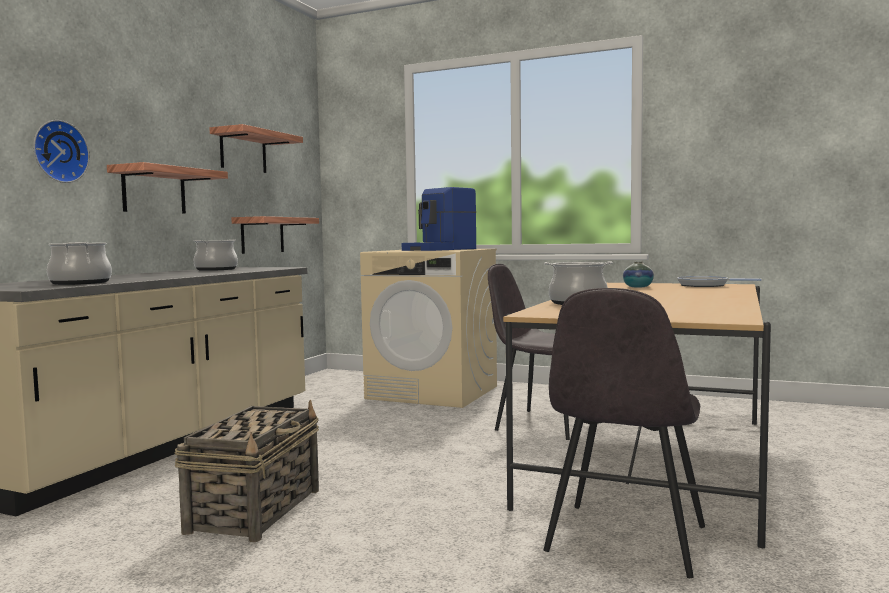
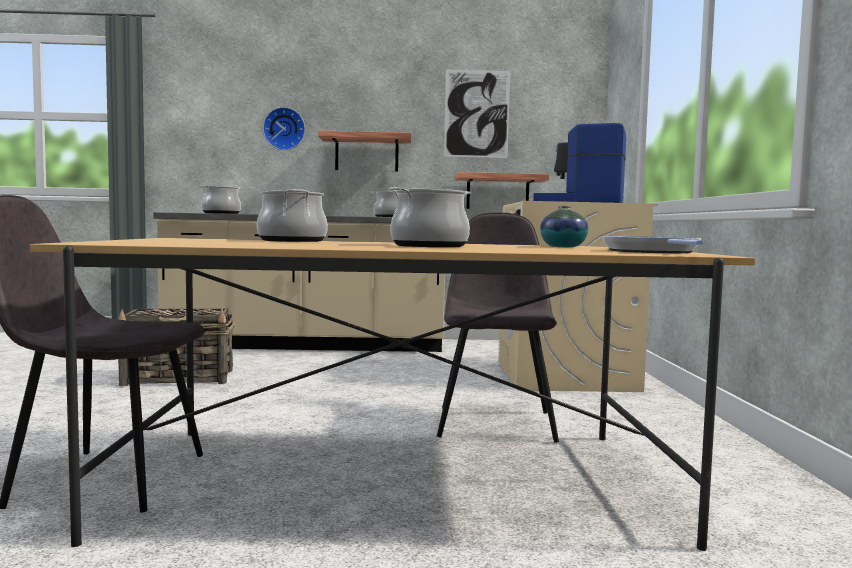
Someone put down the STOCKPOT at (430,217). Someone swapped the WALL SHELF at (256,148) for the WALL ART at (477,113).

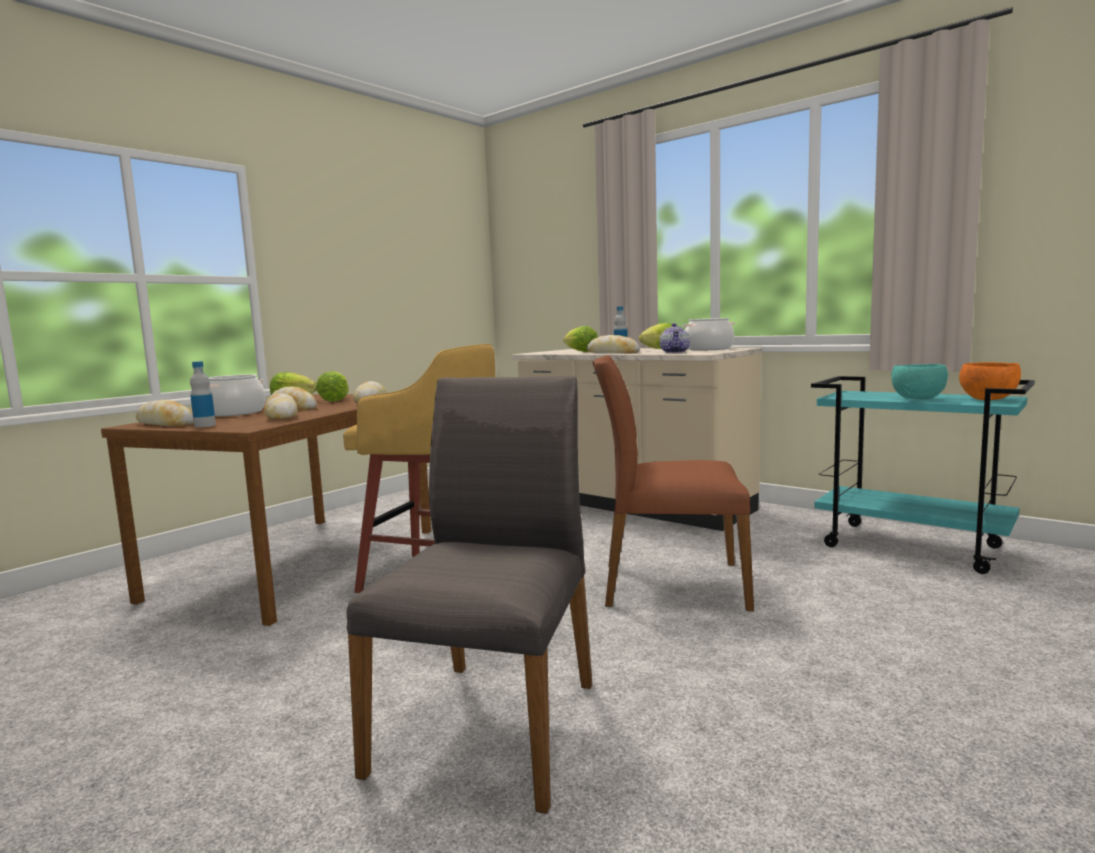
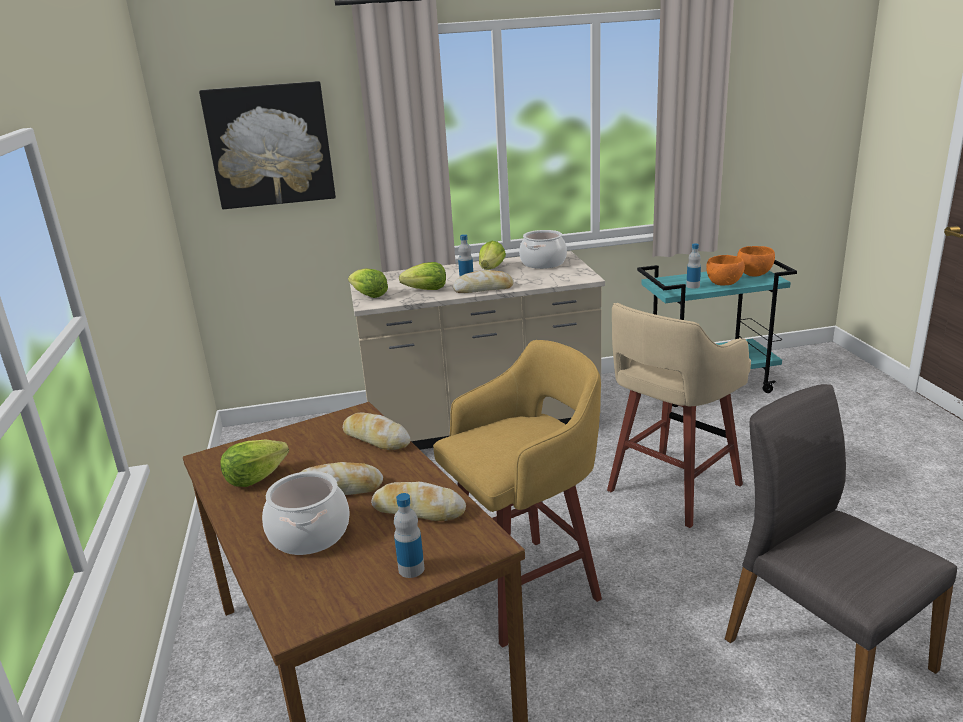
Someone took away the BREAD at (165,413). Someone took away the POT FOR TEA at (675,338). Someone put up the WALL ART at (267,145). Someone put down the BOTTLE at (693,266). Someone carried the LETTUCE HEAD from (332,386) to (368,283). Someone swapped the BROWN-COLOURED CHAIR at (673,483) for the SAND-COLOURED STOOL SEAT at (679,415). Someone repainted the TURQUOISE-COLOURED BOWL at (919,381), which became the ORANGE-COLOURED BOWL at (725,270).

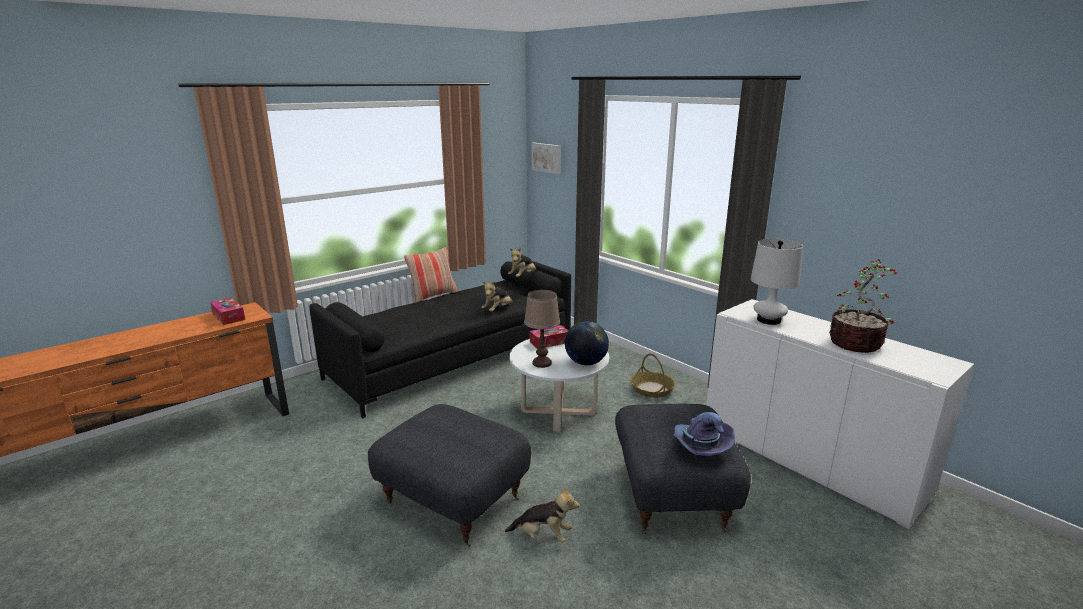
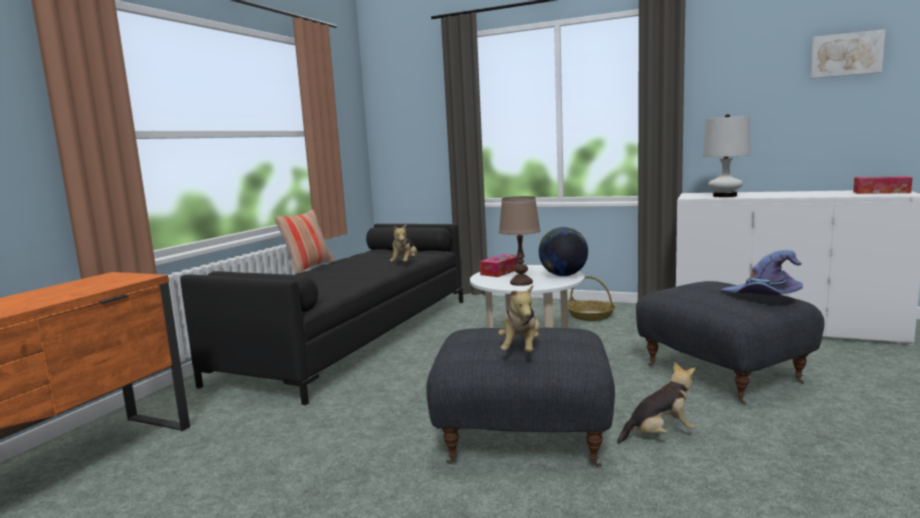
Someone took away the POTTED PLANT at (863,306). Someone carried the BOX OF TISSUES from (227,311) to (882,185). Someone carried the PLUSH TOY from (522,262) to (519,318). Someone carried the WALL ART from (546,158) to (848,53).

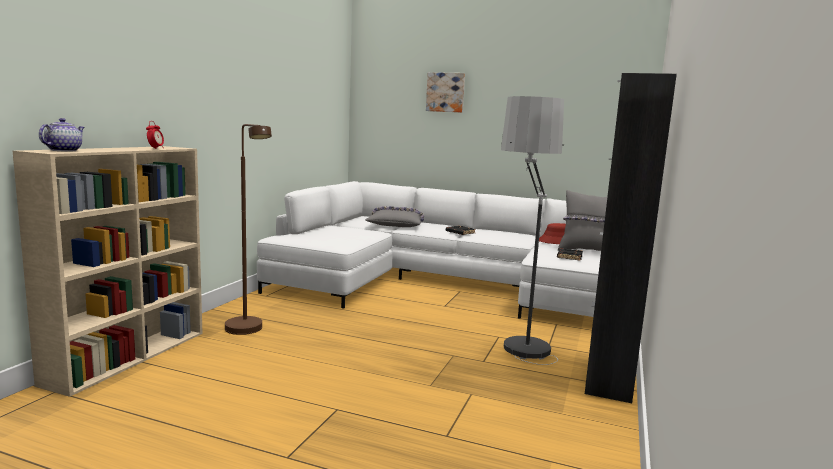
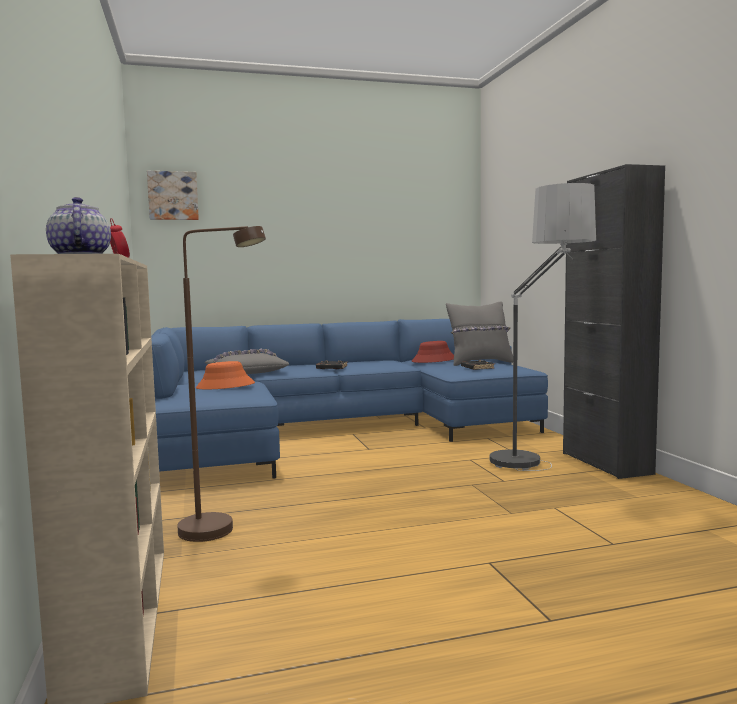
Someone put down the ORANGE-COLOURED WEARABLE HAT at (225,375). Someone carried the WALL ART from (445,92) to (173,195). Someone repainted the WHITE SETTEE at (429,250), which became the BLUE SETTEE at (349,399).

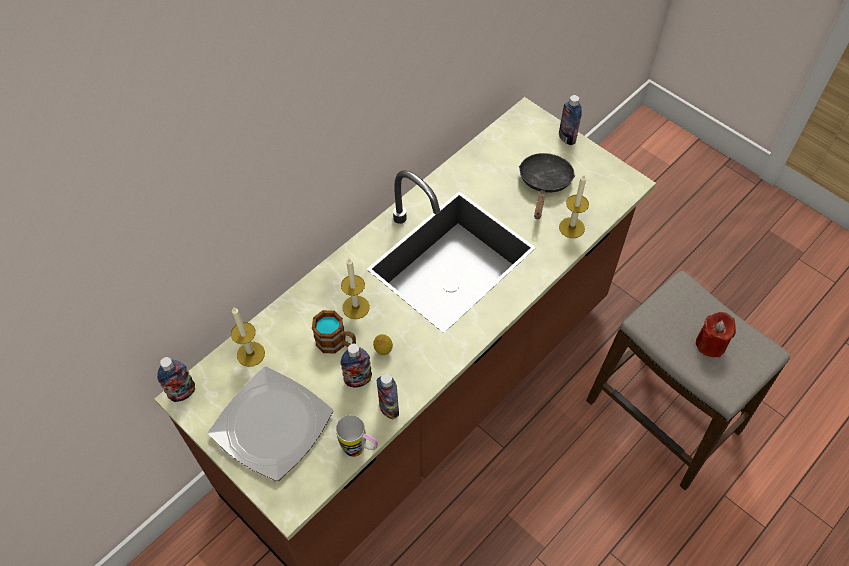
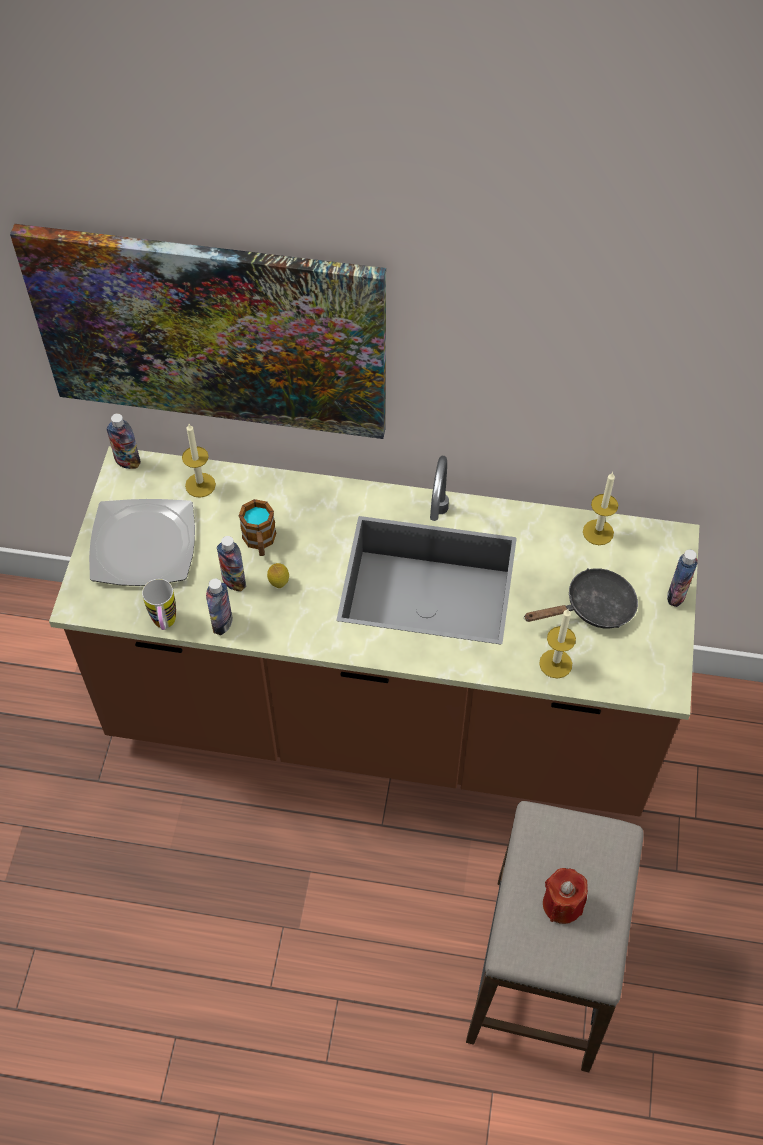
Someone put up the WALL ART at (198,331). Someone carried the WAX CANDLE from (355,288) to (600,508).

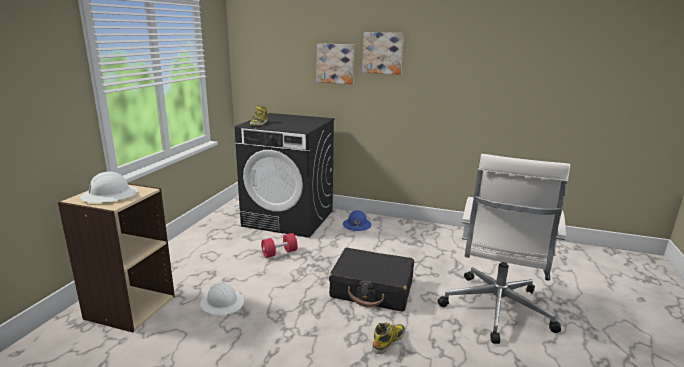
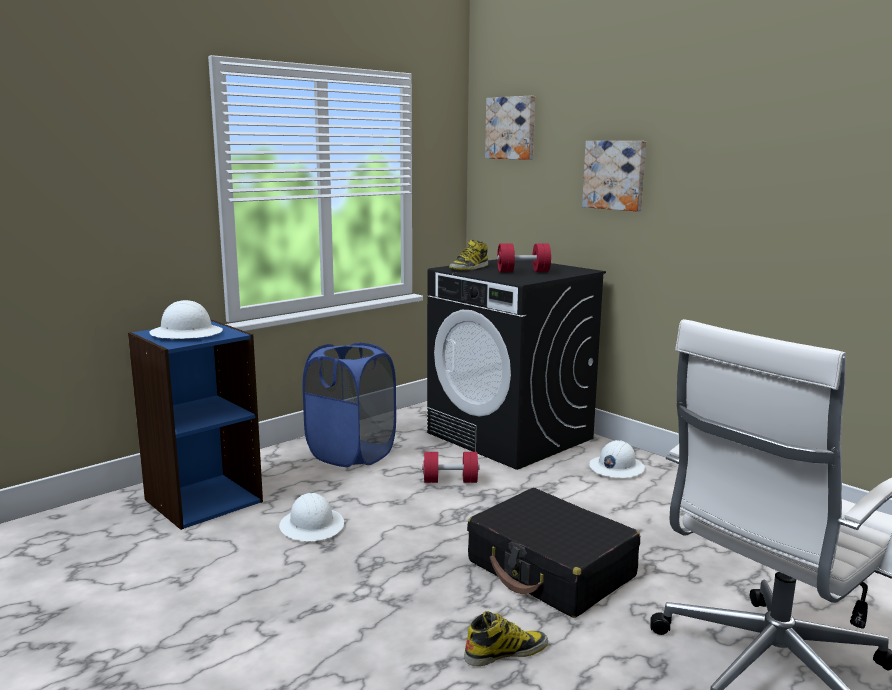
Someone put down the BLUE WASHING BASKET at (349,404). Someone put down the RED-COLOURED HAND WEIGHT at (524,257). Someone carried the WALL ART from (383,53) to (510,128). Someone repainted the SAND-COLOURED BOOKCASE at (116,257), which became the BLUE BOOKCASE at (195,425). Someone repainted the BLUE SAFETY HELMET at (357,220), which became the WHITE SAFETY HELMET at (617,459).

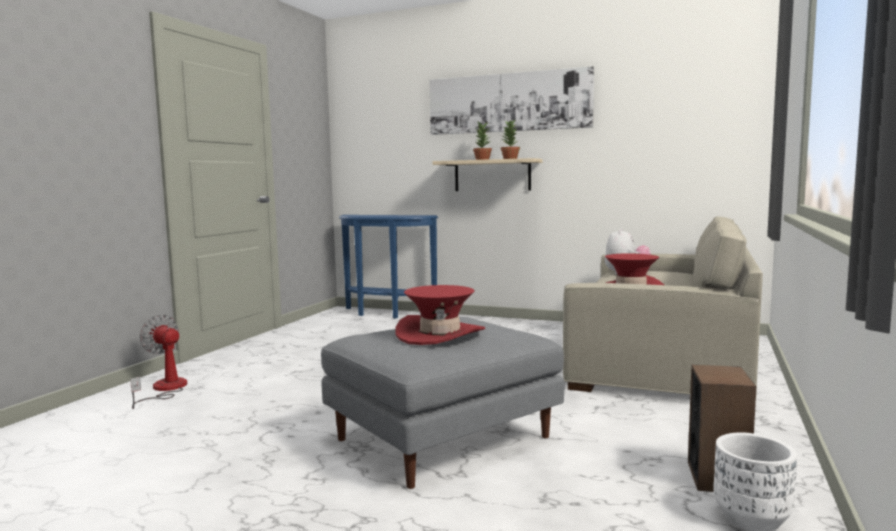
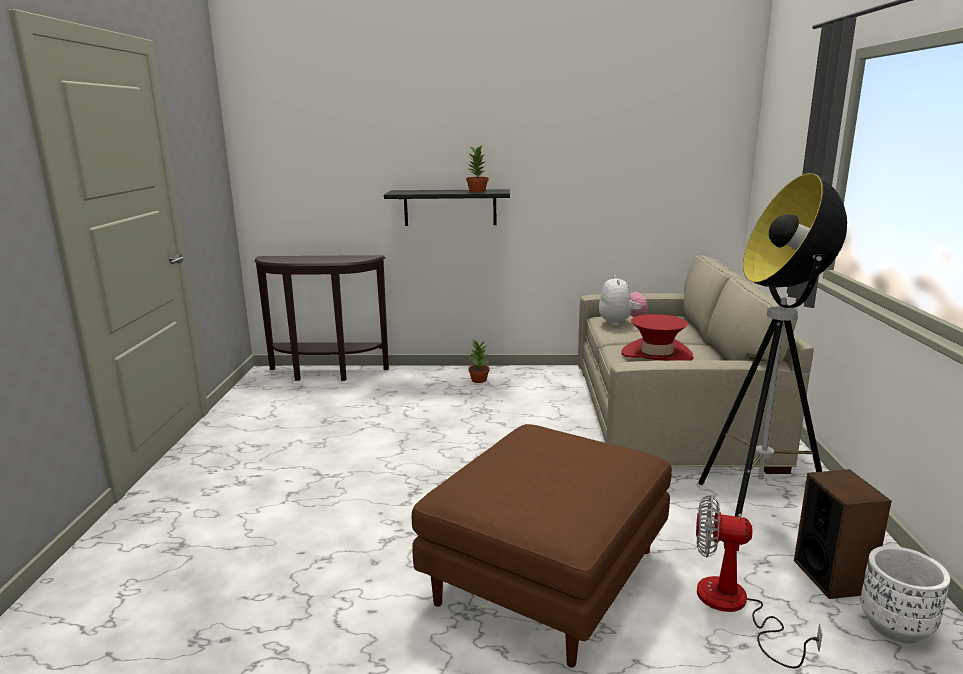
Someone took away the RED-COLOURED WEARABLE HAT at (440,315). Someone took away the WALL ART at (512,100). Someone put down the FLOOR LAMP at (772,345). Someone carried the ELECTRIC FAN from (158,361) to (759,581). Someone carried the POTTED PLANT from (482,140) to (478,361). Someone repainted the GRAY OTTOMAN at (442,403), which became the BROWN-COLOURED OTTOMAN at (542,545). Someone repainted the BLUE CONSOLE TABLE at (388,266), which became the BROWN-COLOURED CONSOLE TABLE at (322,318). Someone repainted the SAND-COLOURED WALL SHELF at (487,174), which became the BLACK WALL SHELF at (447,207).

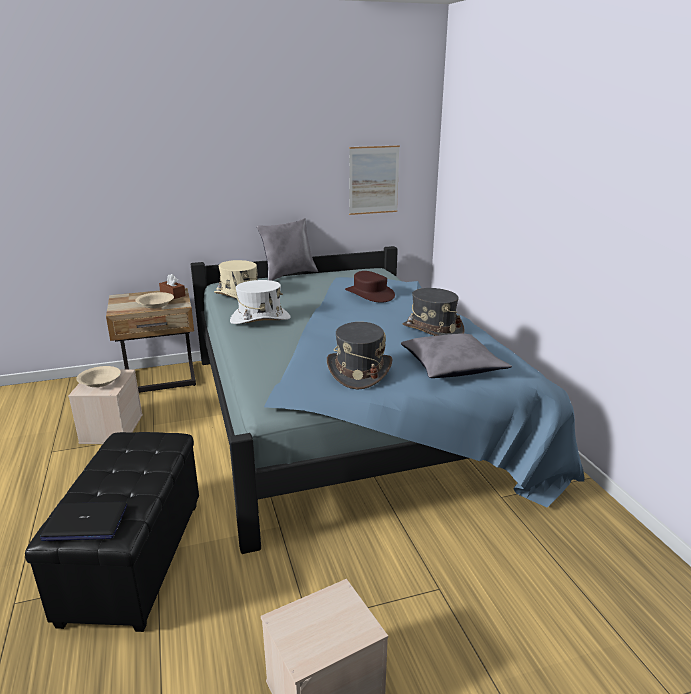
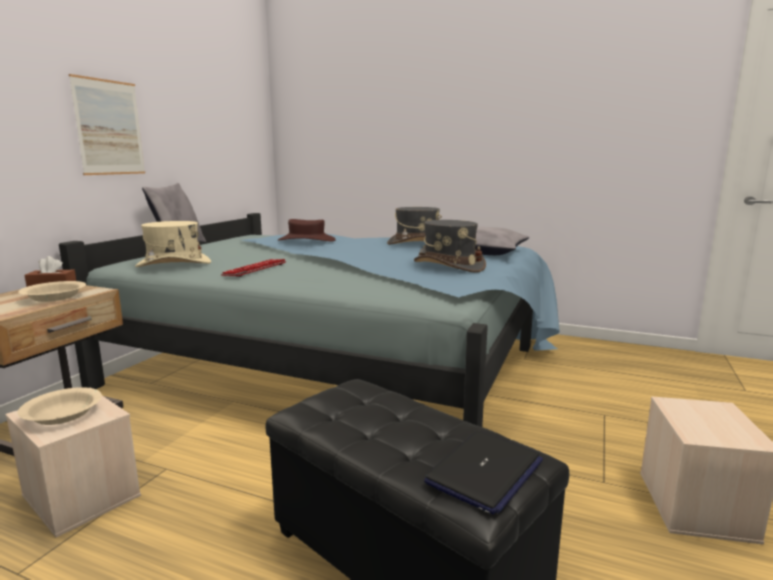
Someone carried the WALL ART from (374,180) to (107,124). Someone swapped the WHITE WEARABLE HAT at (260,302) for the PC KEYBOARD at (253,268).

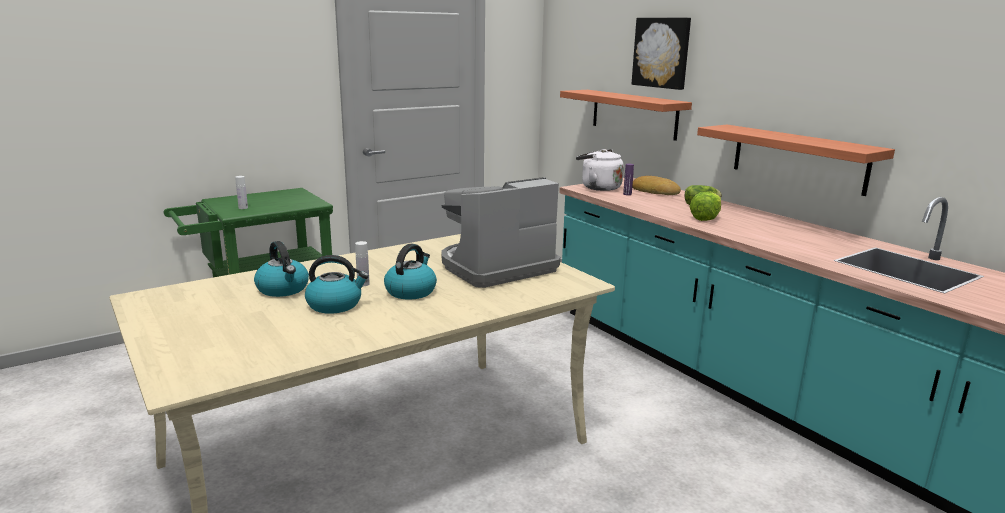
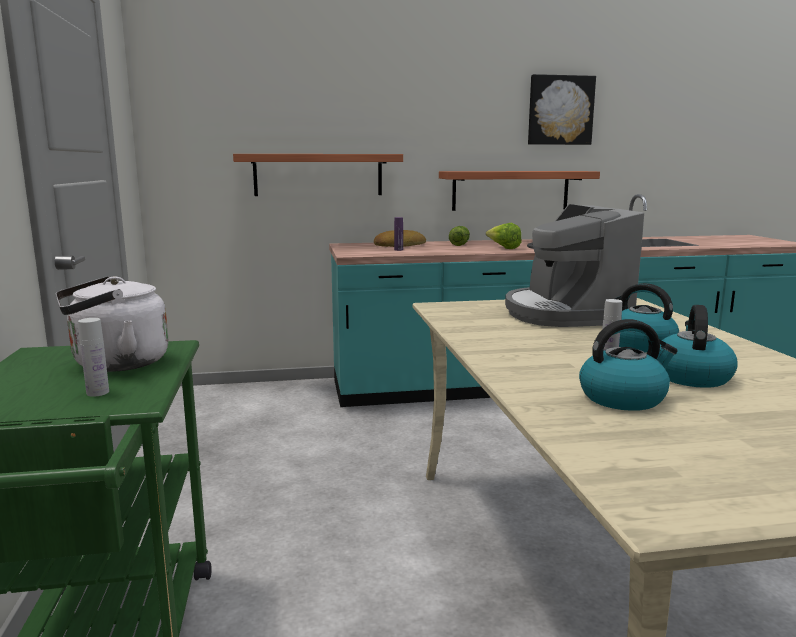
Someone carried the WHITE KETTLE from (600,170) to (111,324). Someone carried the WALL ART from (661,54) to (562,109).

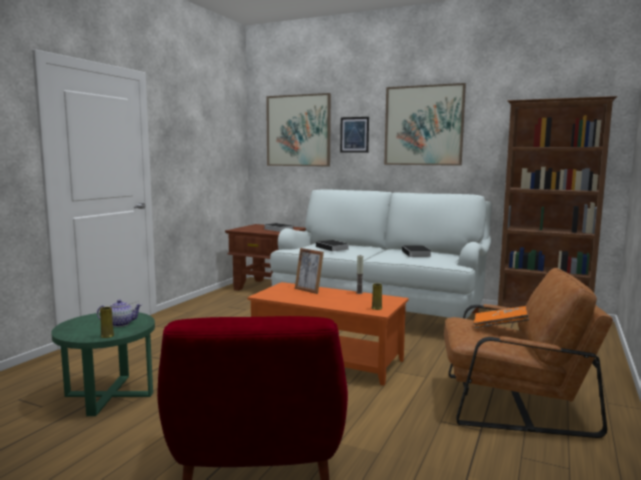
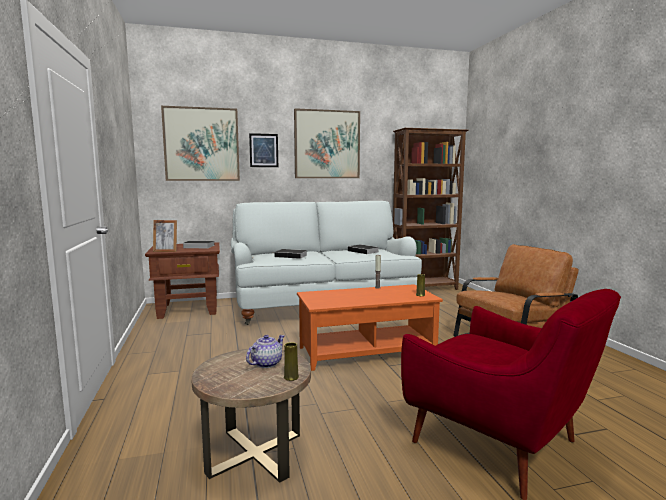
Someone took away the ORANGE-COLOURED BOOK at (501,317). Someone carried the STANDING FRAME from (309,271) to (165,236). Someone repainted the GREENISH ACCENT TABLE at (103,364), which became the BROWN-COLOURED ACCENT TABLE at (251,416).

